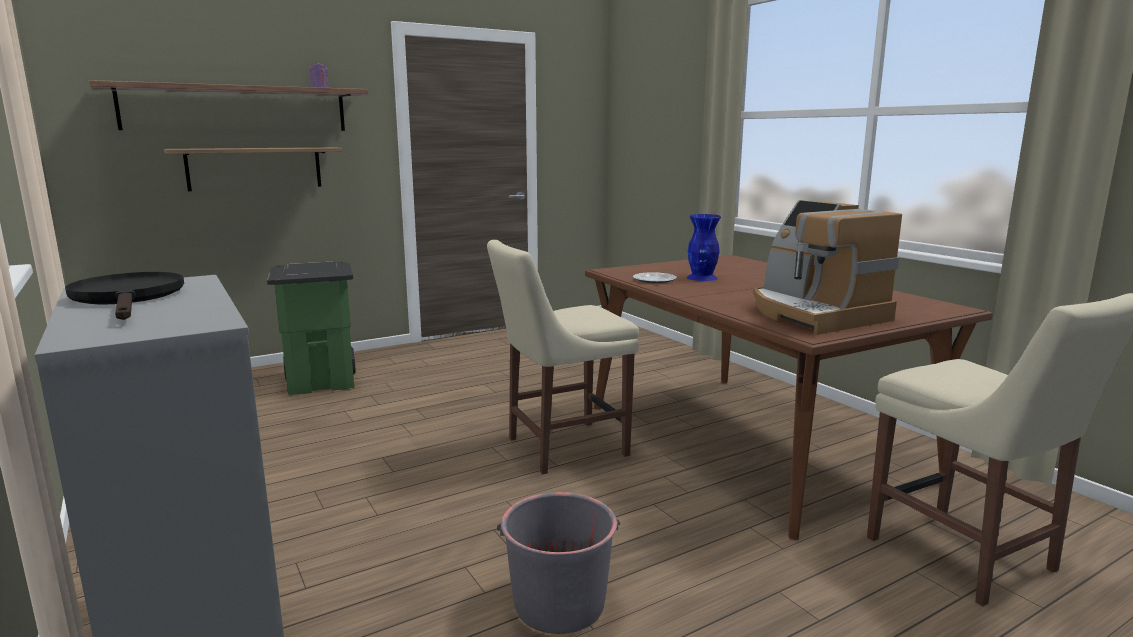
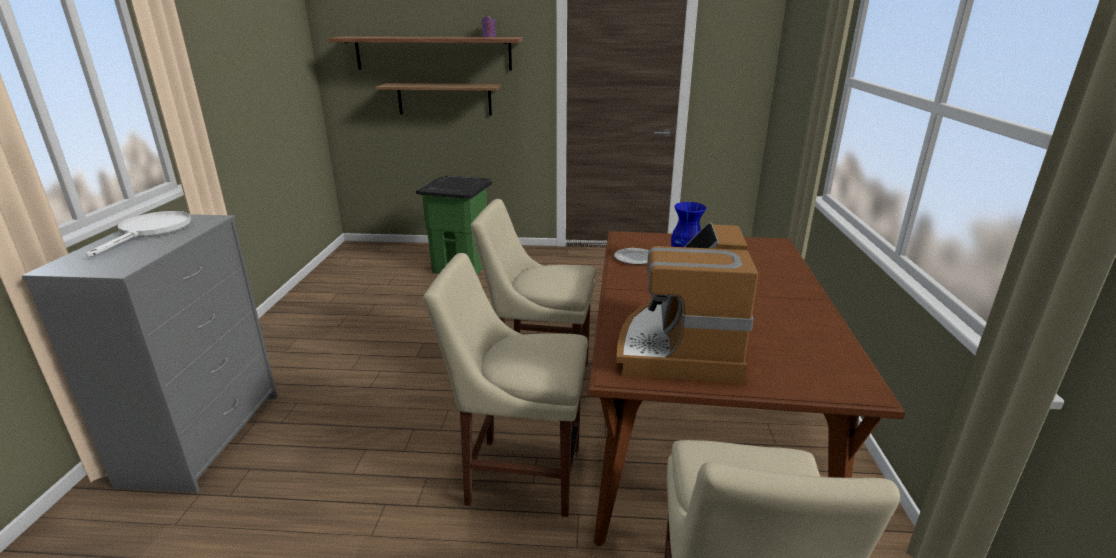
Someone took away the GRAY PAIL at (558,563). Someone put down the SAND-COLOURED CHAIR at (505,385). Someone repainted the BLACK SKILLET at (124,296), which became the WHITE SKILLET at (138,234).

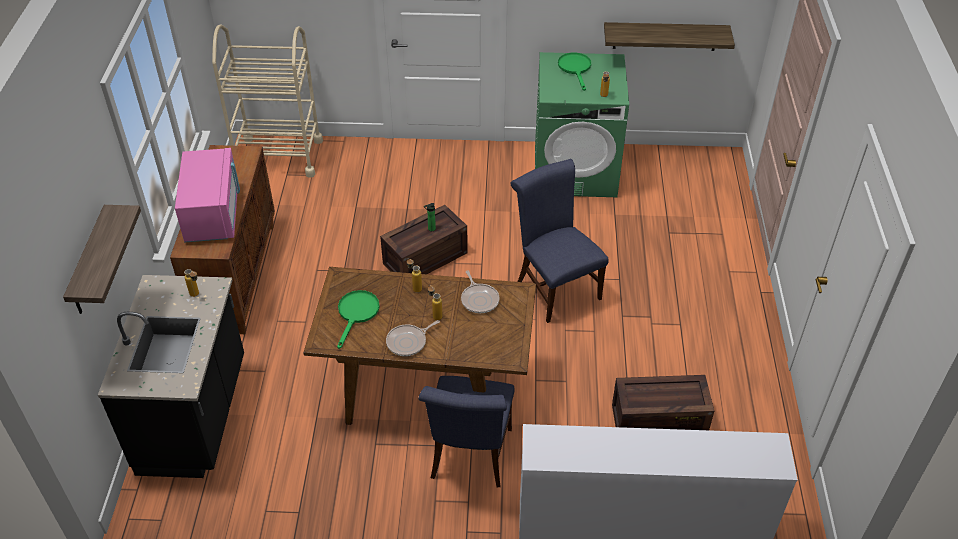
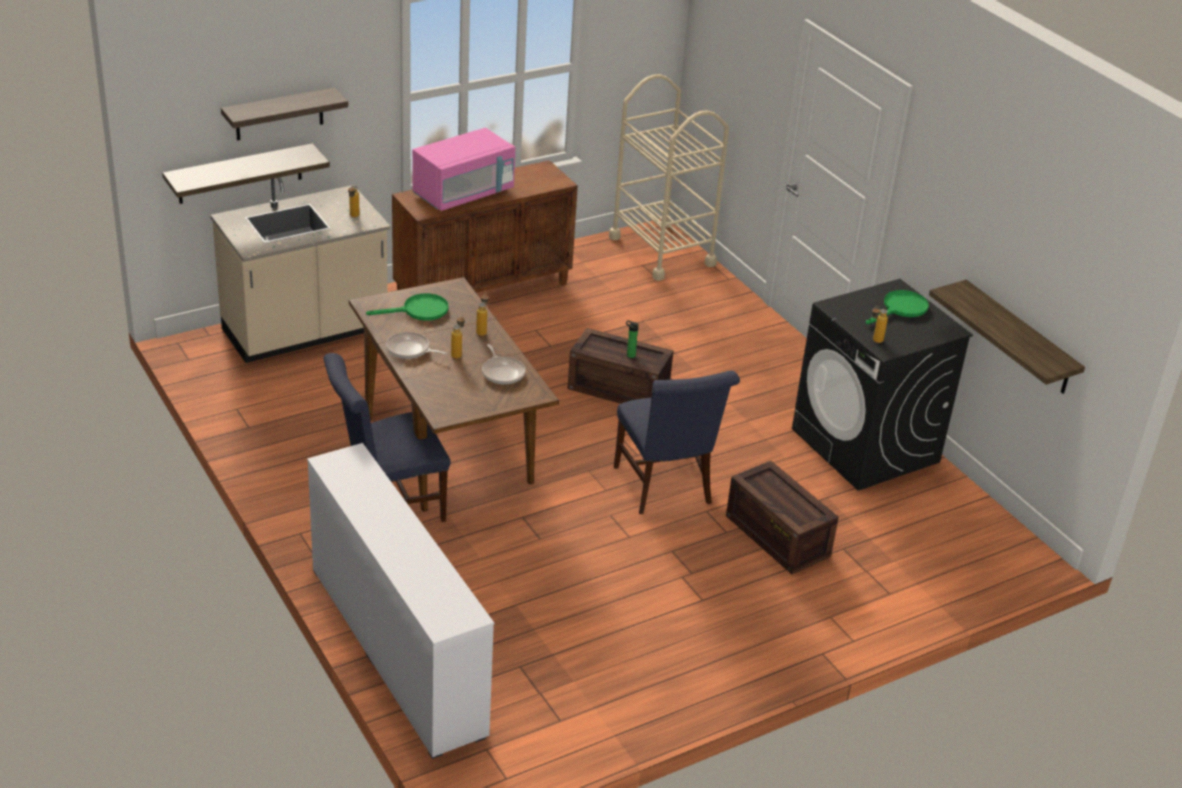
Someone put up the WALL SHELF at (246,173). Someone carried the SHIPPING CRATE from (663,402) to (782,517). Someone repainted the BLACK KITCHEN COUNTER at (171,376), which became the SAND-COLOURED KITCHEN COUNTER at (300,270). Someone repainted the GREENISH WASHING MACHINE at (582,124), which became the BLACK WASHING MACHINE at (882,385). Someone rotated the SKILLET at (480,291) by 60 degrees counterclockwise. Someone rotated the BLUE CHAIR at (559,241) by 135 degrees clockwise.

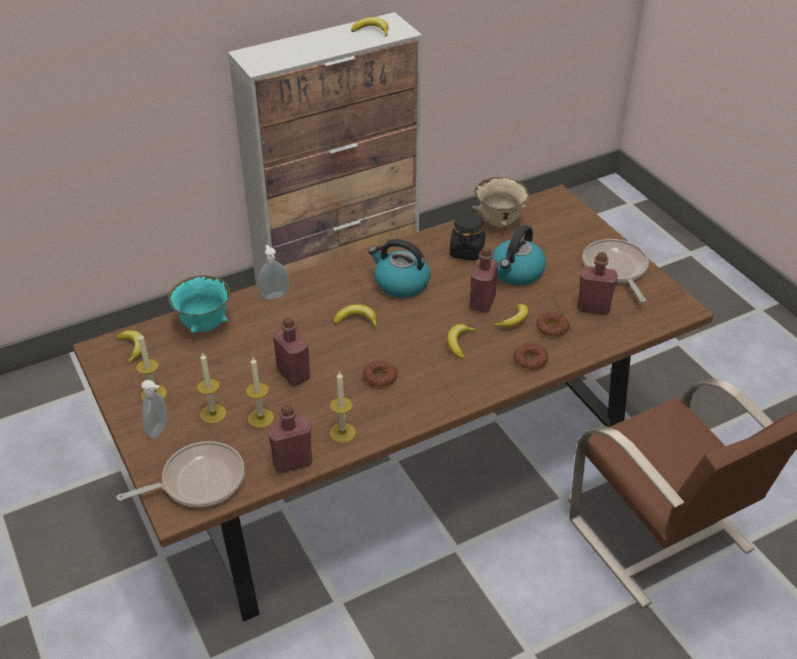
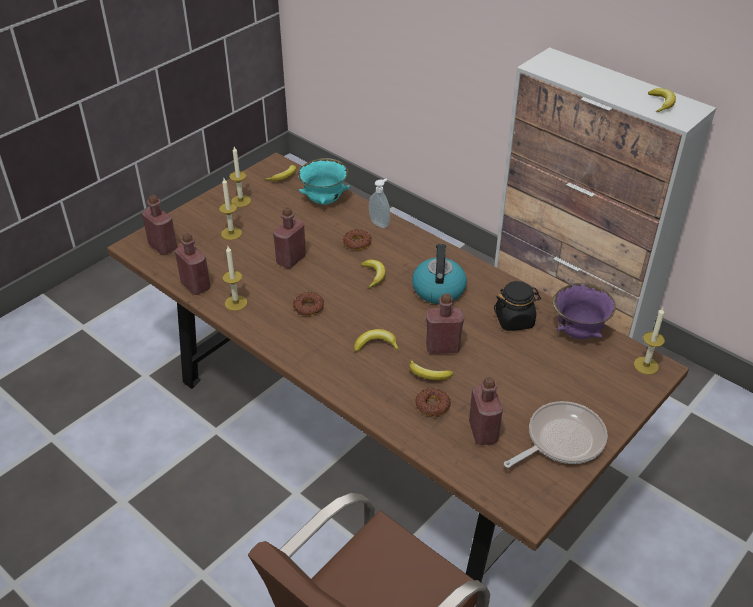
Someone took away the SOAP BOTTLE at (154,409). Someone took away the KETTLE at (519,255). Someone carried the WAX CANDLE from (260,392) to (649,341). Someone carried the DOUGHNUT from (531,356) to (357,239). Someone swapped the SKILLET at (181,474) for the RED-COLOURED BOTTLE at (159,225). Someone repainted the SAND-COLOURED BOWL at (501,202), which became the PURPLE-COLOURED BOWL at (584,311).

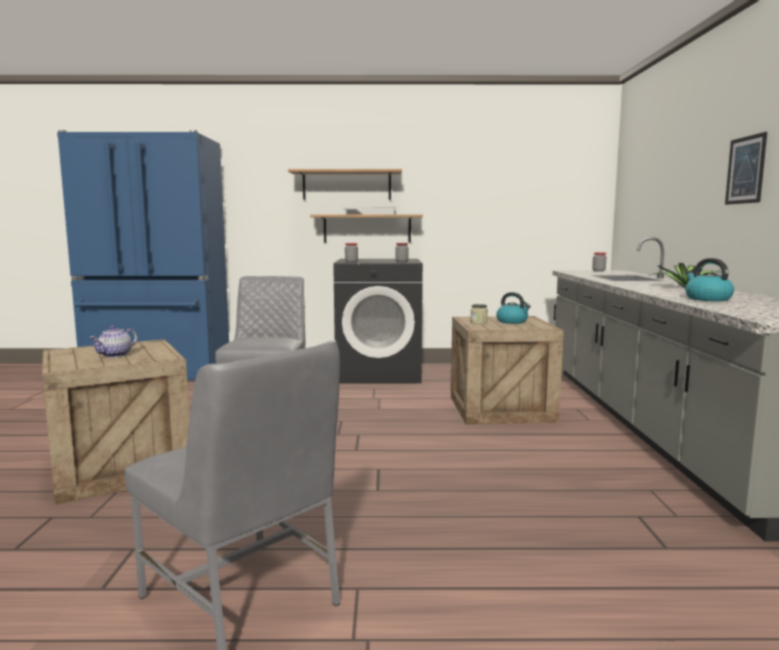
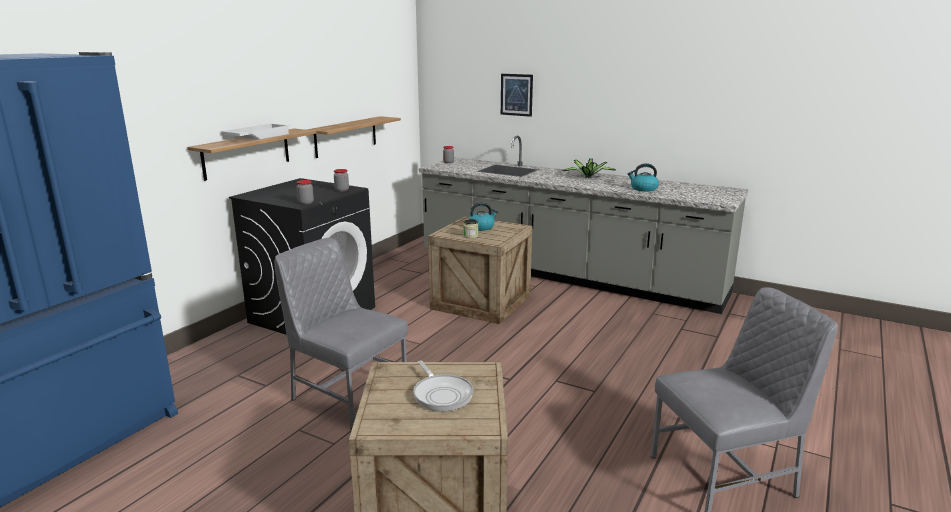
Someone carried the WALL SHELF from (345,184) to (353,137). Someone carried the WALL ART from (746,168) to (517,95). Someone swapped the POT FOR TEA at (113,341) for the SKILLET at (443,386).

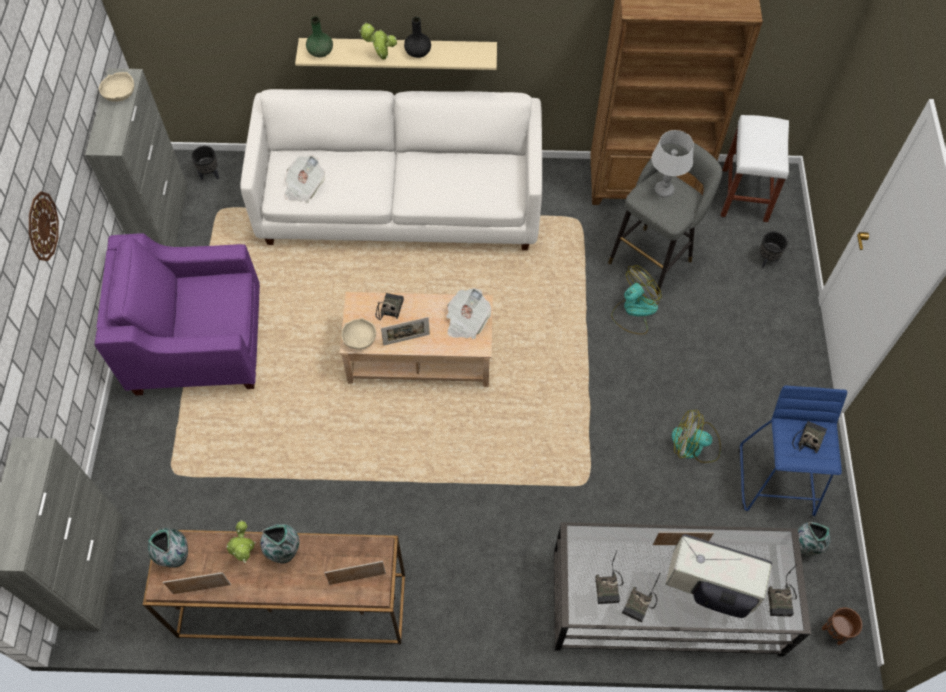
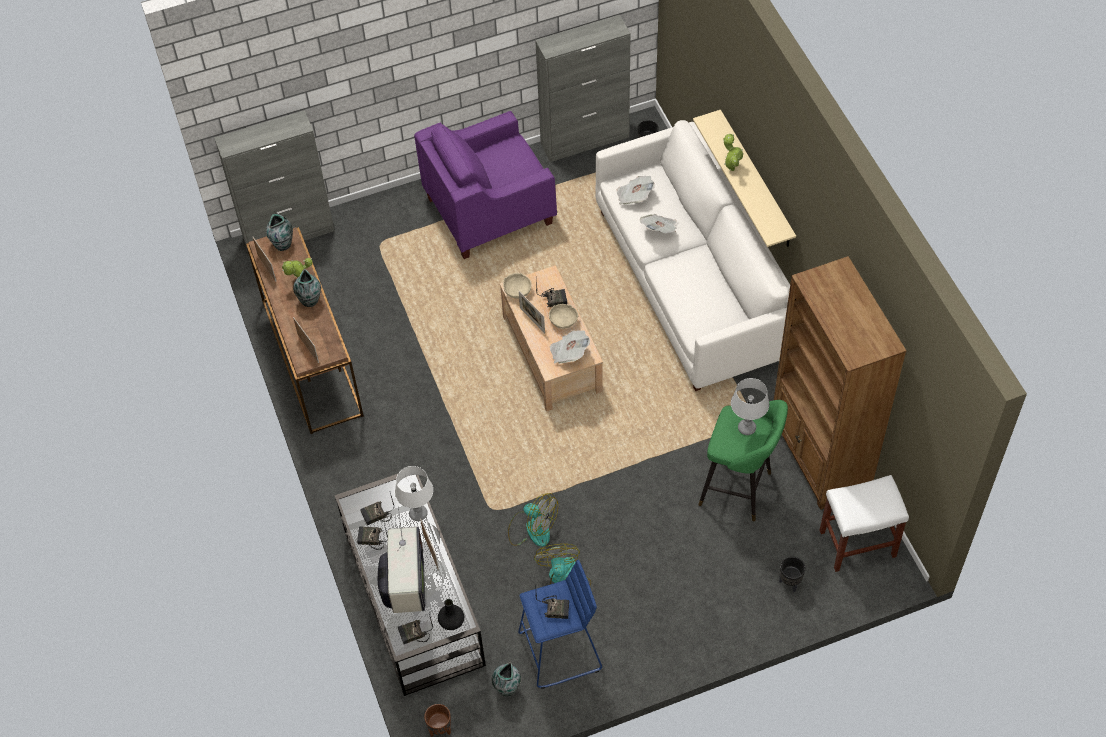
Someone took away the HANGING CLOCK at (44,226). Someone took away the GREENISH FLOWER VASE at (319,36). Someone put down the WHITE LAMP FOR A TABLE at (414,493). Someone put down the PRINTED PAPER at (658,223). Someone carried the SAND-COLOURED BOWL from (116,87) to (564,316). Someone carried the BLACK FLOWER VASE from (417,37) to (451,614). Someone carried the ELECTRIC FAN from (636,299) to (533,520). Someone repainted the GRAY STOOL SEAT at (665,219), which became the GREENISH STOOL SEAT at (743,460). Someone rotated the PURPLE-COLOURED ARMCHAIR at (177,314) by 90 degrees counterclockwise.

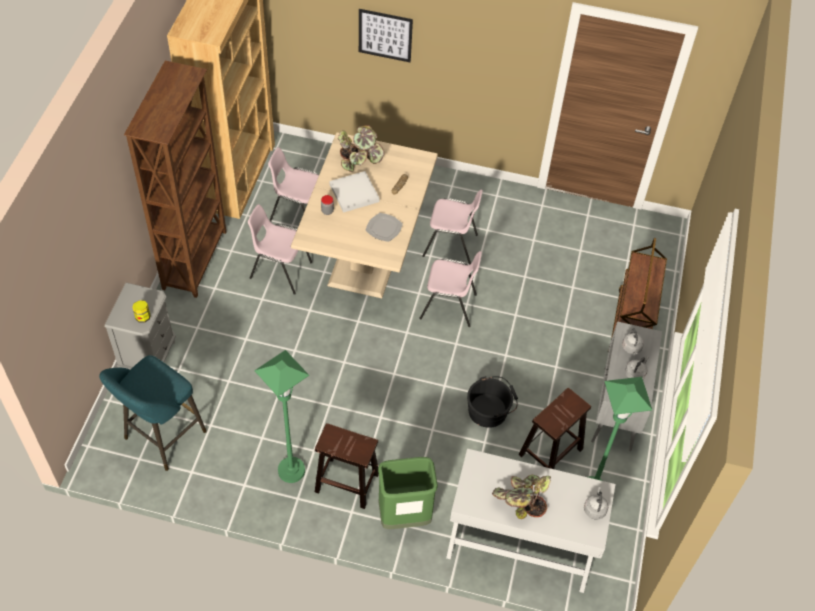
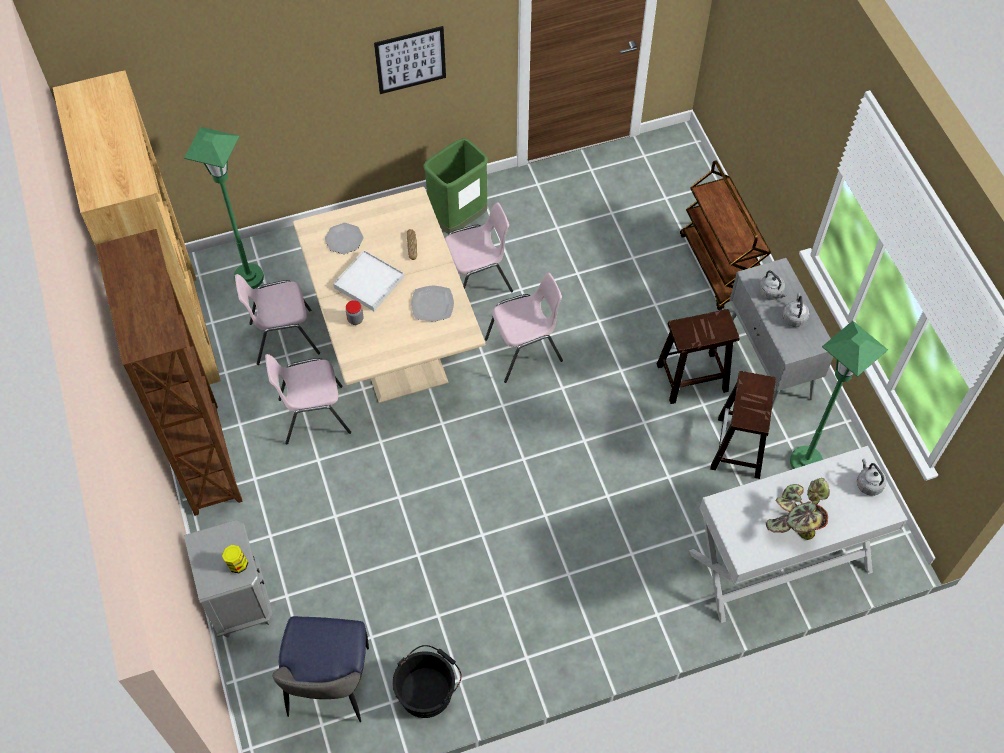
Someone carried the GREENISH FLOOR LAMP from (281,416) to (224,208). Someone carried the BROWN-COLOURED STOOL SEAT from (347,466) to (698,356). Someone carried the WALL ART from (386,35) to (410,60). Someone carried the GREENISH TRASH CAN from (408,493) to (455,186). Someone carried the BLACK PAIL from (492,402) to (427,681). Someone swapped the TURQUOISE-COLOURED STOOL SEAT at (153,413) for the CHAIR at (320,669). Someone swapped the POTTED PLANT at (361,148) for the PLATE at (344,238).

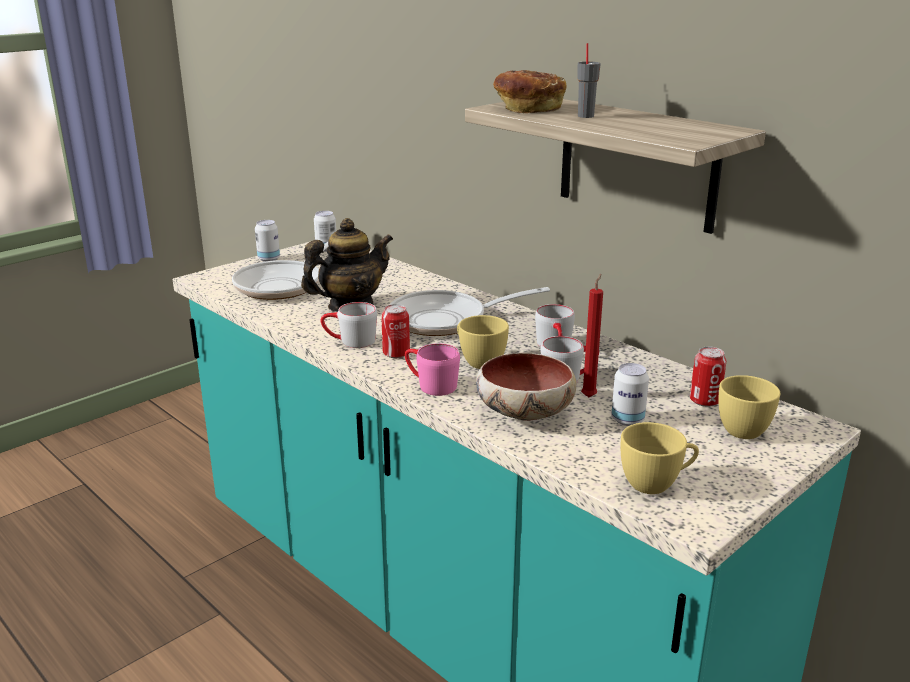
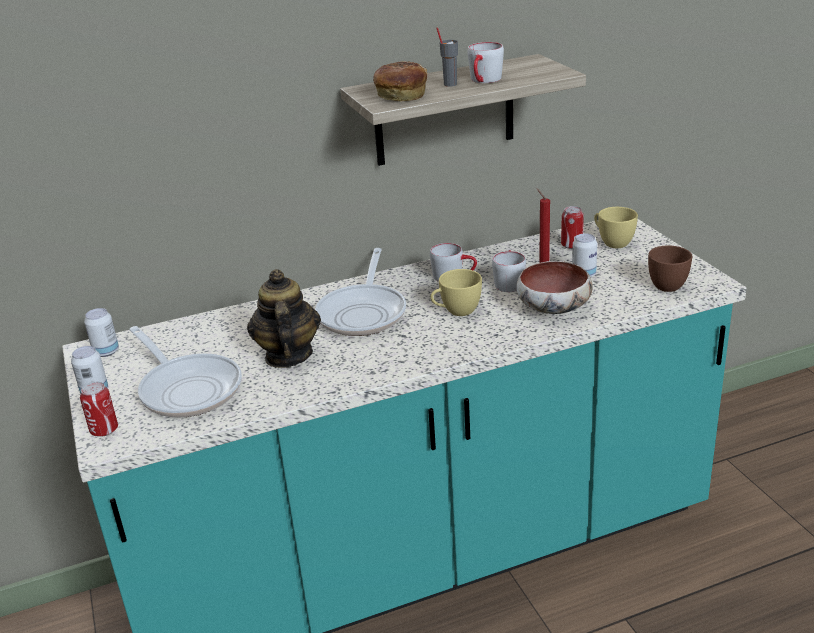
Someone took away the PINK MUG at (432,369). Someone carried the GRAY MUG from (349,325) to (485,62). Someone carried the CAN from (395,331) to (99,409). Someone repainted the YELLOW CUP at (660,458), which became the BROWN-COLOURED CUP at (670,268).

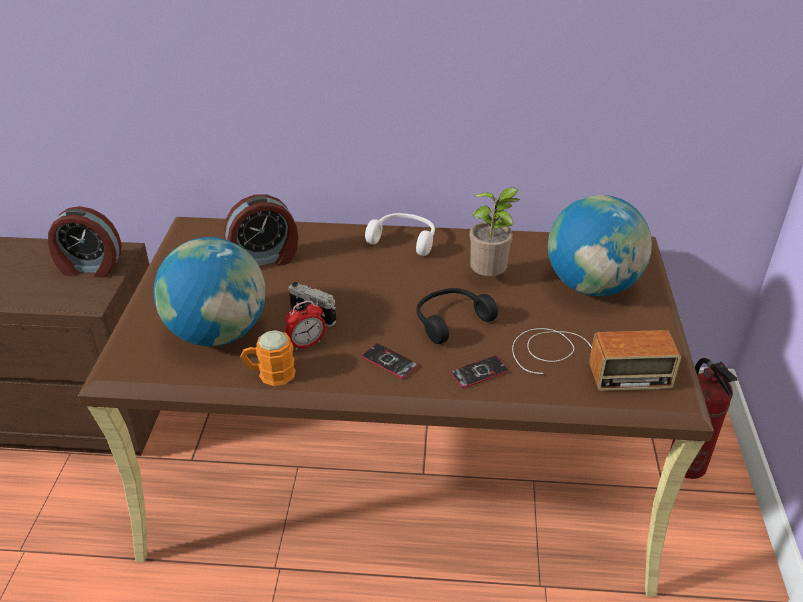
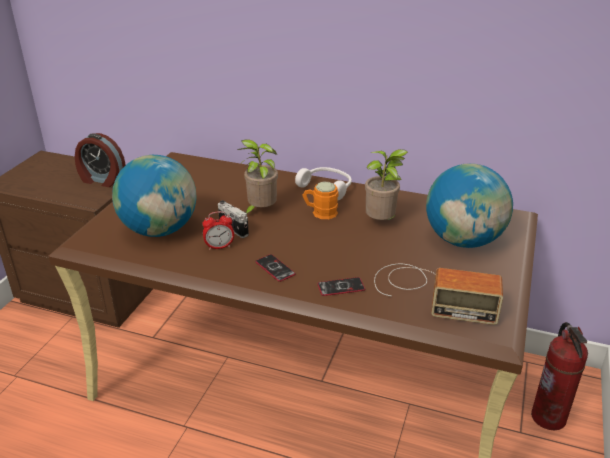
Someone took away the TABLE CLOCK at (261,230). Someone took away the BLACK PAIR OF HEADPHONES at (457,316). Someone put down the POTTED PLANT at (257,176). Someone carried the ORANGE-COLOURED MUG from (268,358) to (320,200).

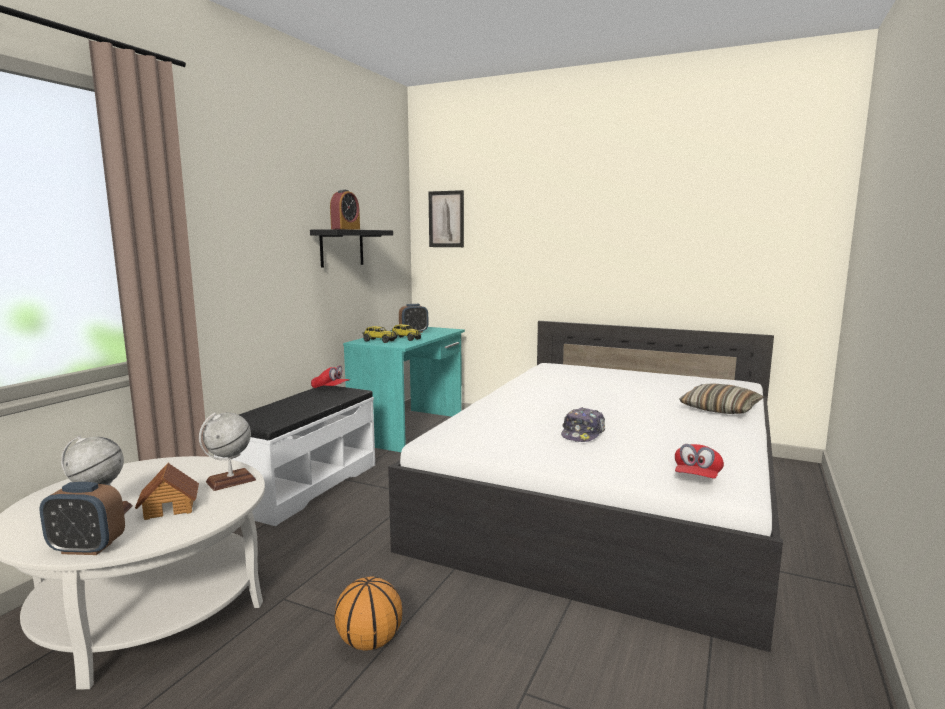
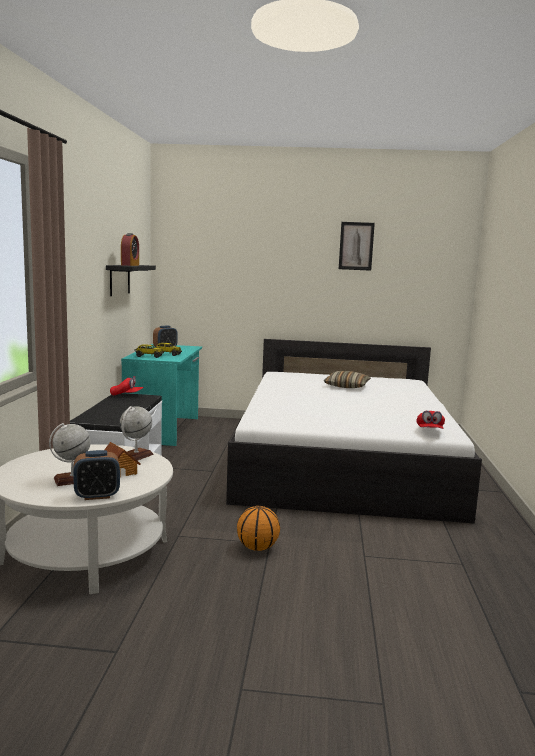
Someone took away the BASEBALL CAP at (583,424). Someone carried the WALL ART from (446,218) to (357,246). Someone carried the CUSHION from (721,398) to (347,379).

